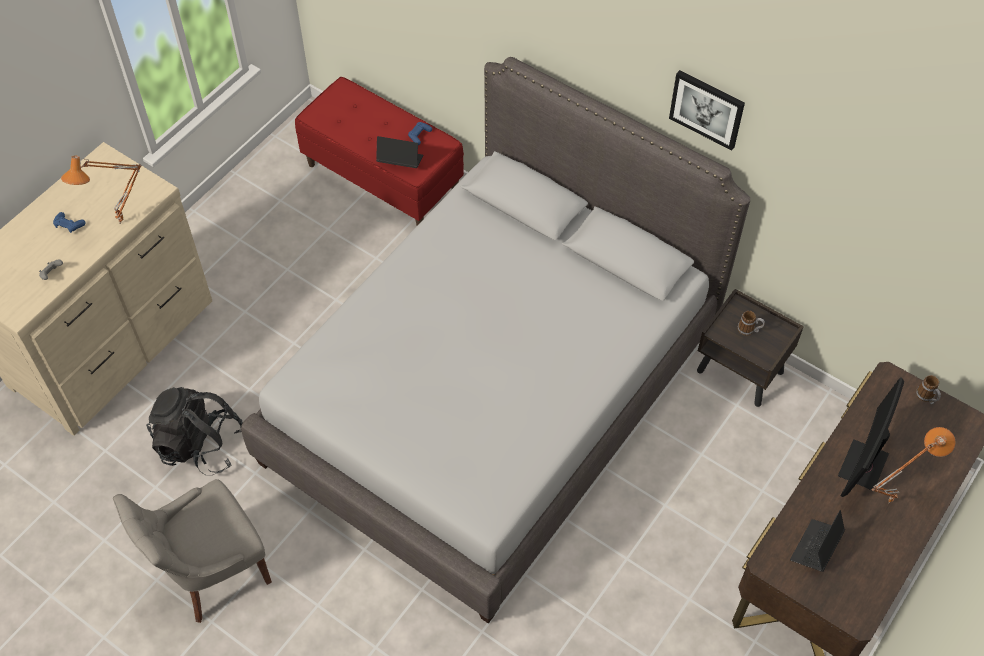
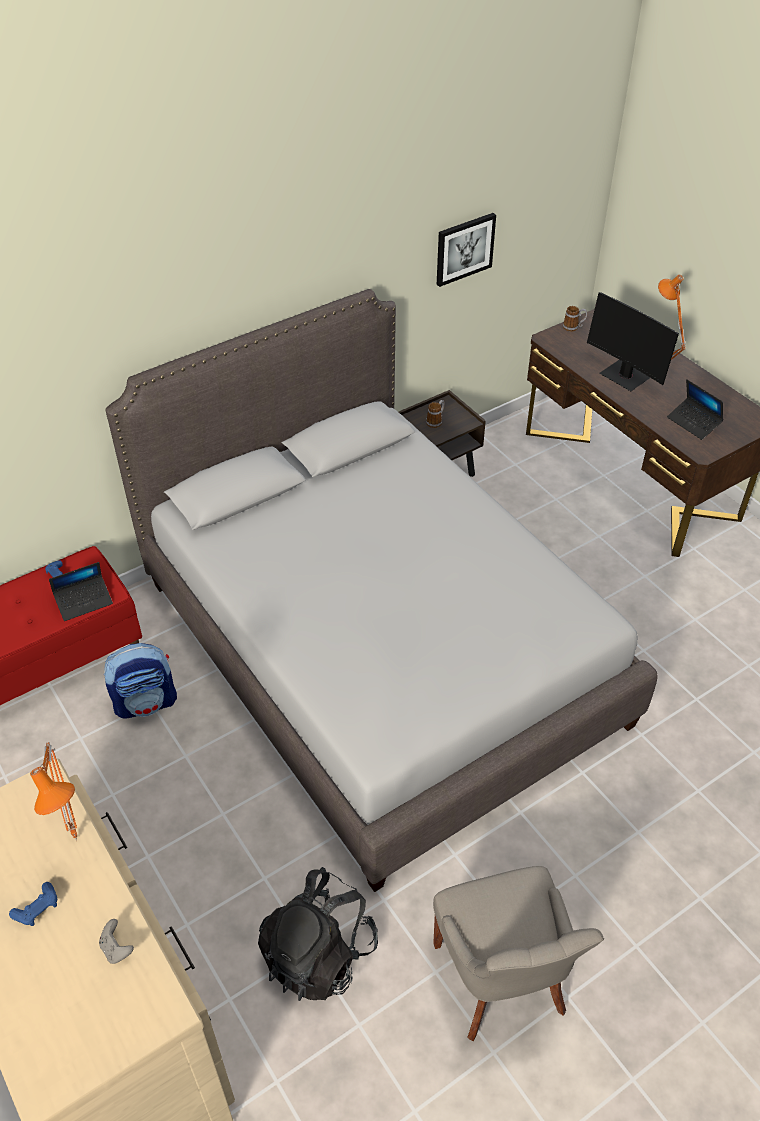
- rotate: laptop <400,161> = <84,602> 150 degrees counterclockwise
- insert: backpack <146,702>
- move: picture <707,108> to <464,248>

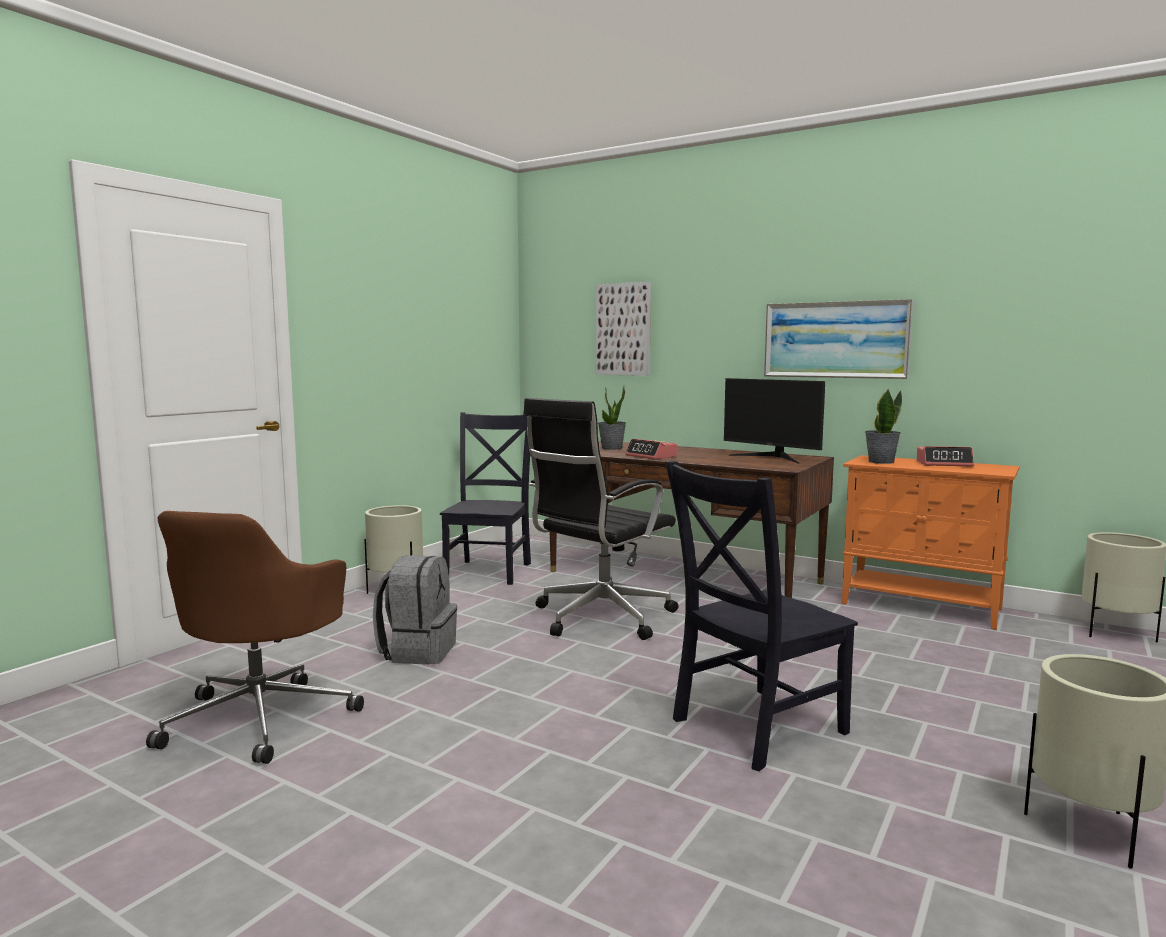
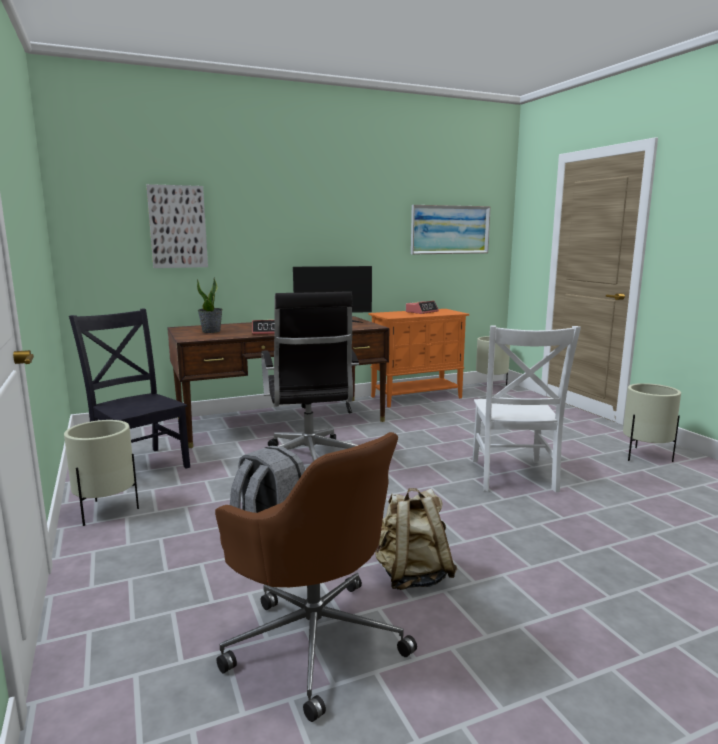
- insert: beige backpack <412,576>
- move: picture <835,340> to <450,229>
- recolor: black chair <753,728> to white chair <513,477>
- delete: potted plant <880,462>

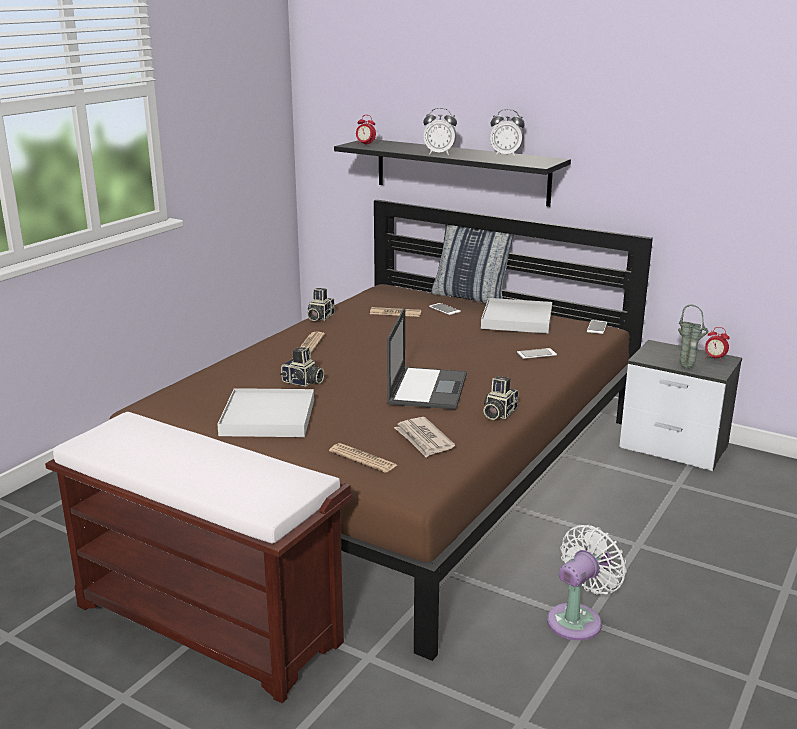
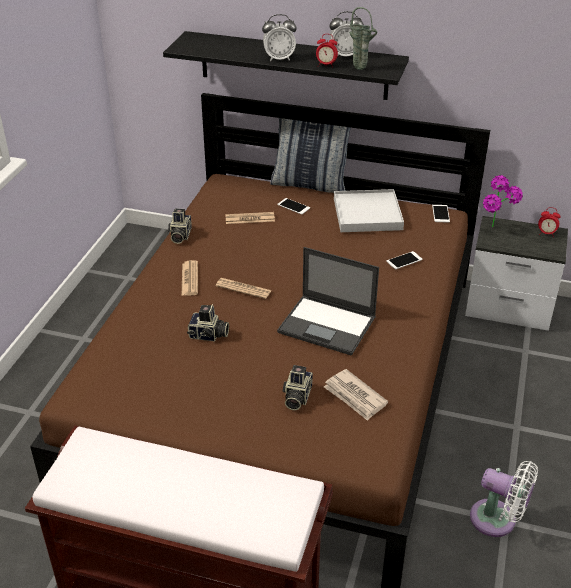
- move: newspaper <363,458> to <243,288>
- rotate: laptop <427,388> = <328,325> 120 degrees clockwise
- move: photo camera <498,413> to <296,397>
- move: alarm clock <365,145> to <326,65>
- move: green vase <688,368> to <361,69>
- rotate: white fan <578,619> = <497,520> 90 degrees clockwise
- insert: potted plant <496,230>
- delete: white tray <268,417>

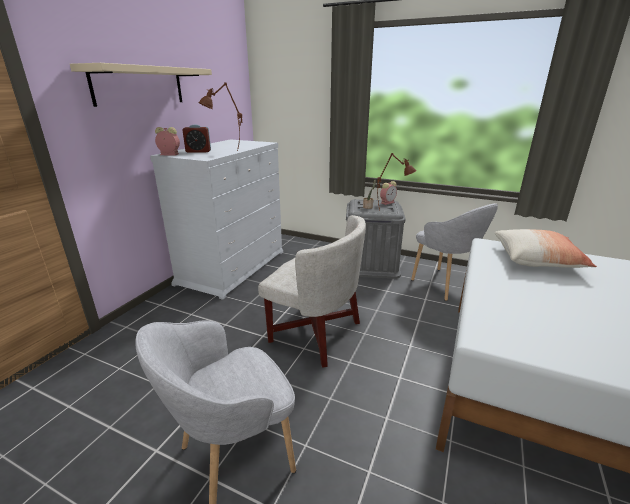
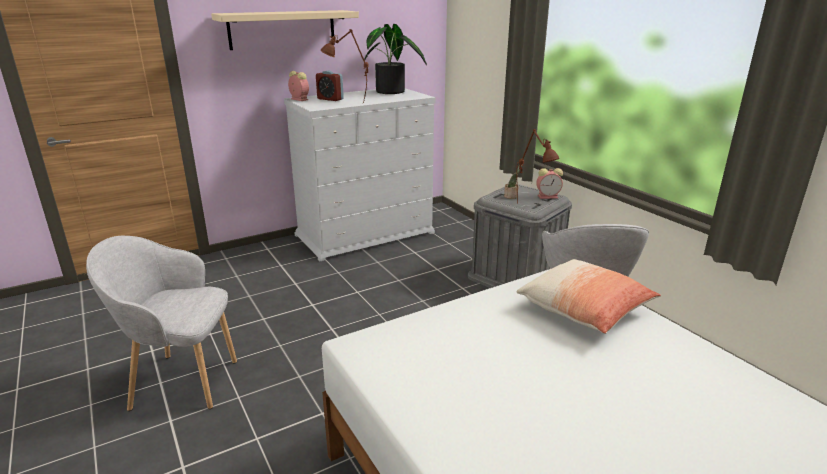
- insert: potted plant <392,92>
- delete: white armchair <315,333>

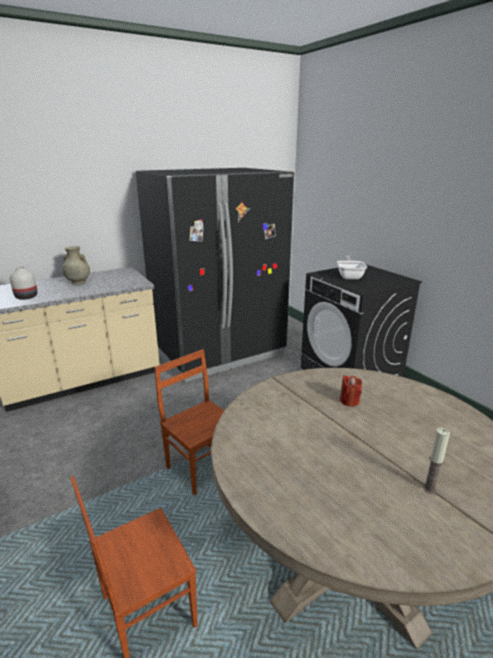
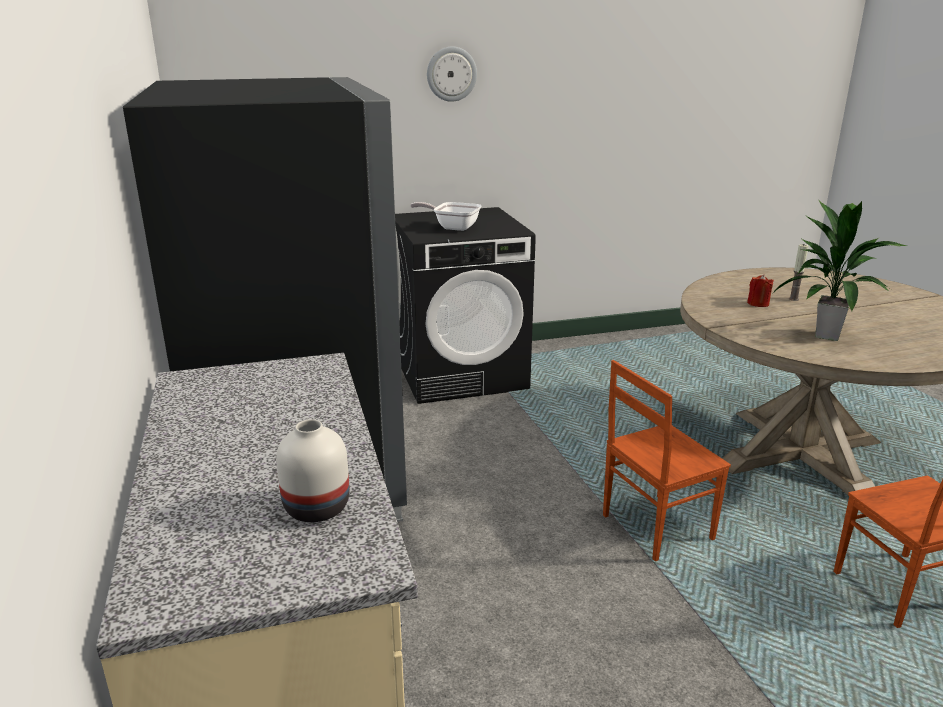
- insert: wall clock <451,74>
- insert: potted plant <828,335>
- move: candle <429,489> to <793,299>
- delete: beige vase <78,282>

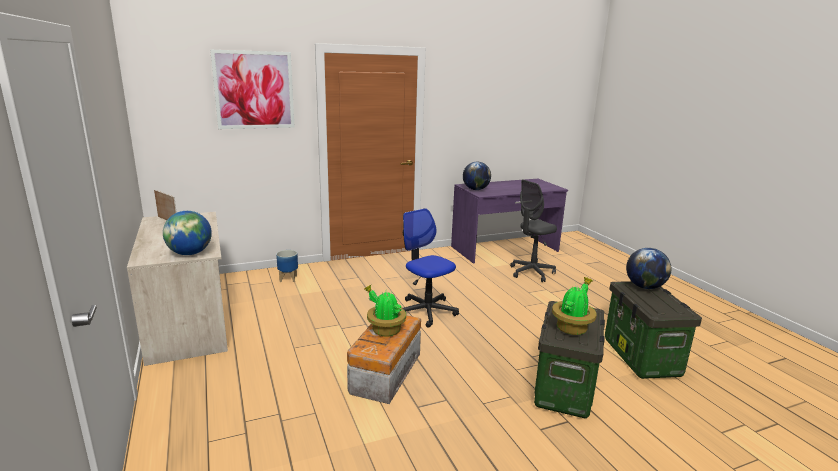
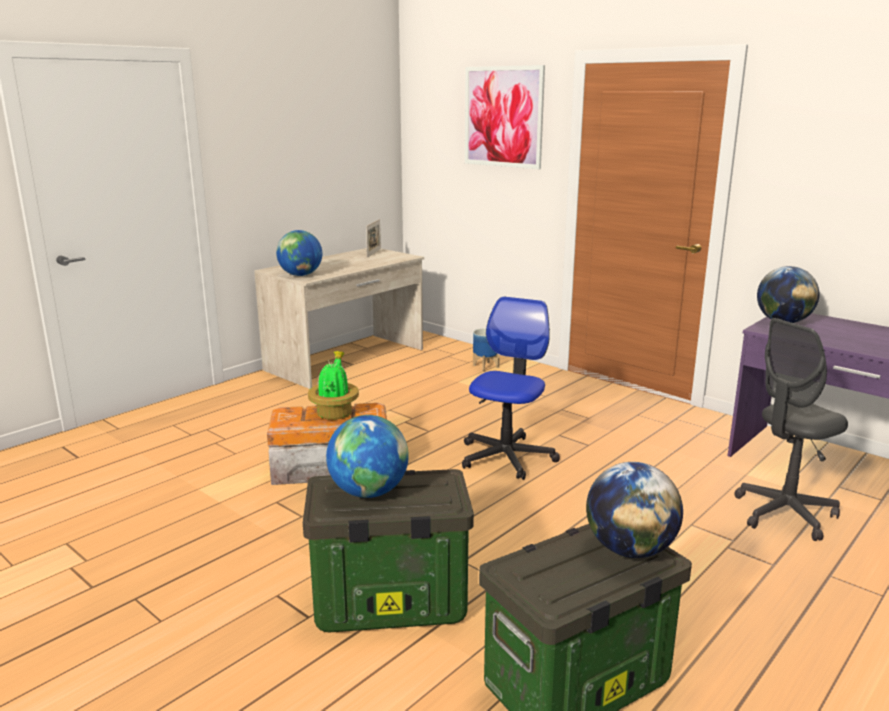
- replace: potted plant <572,328> to globe <368,492>
- rotate: grey office chair <531,273> = <784,514> 60 degrees counterclockwise

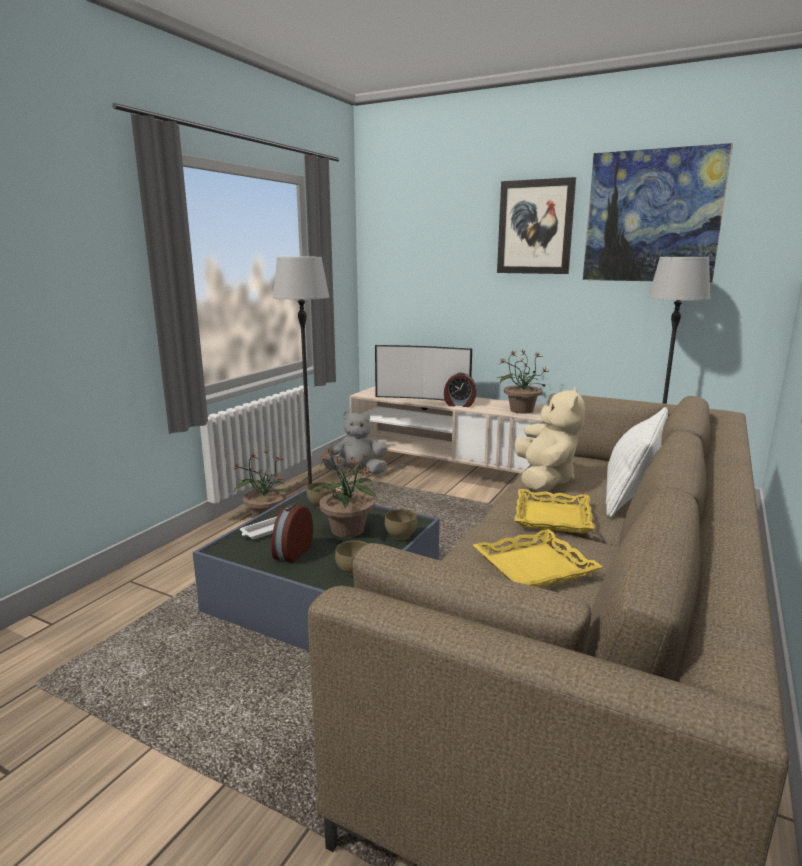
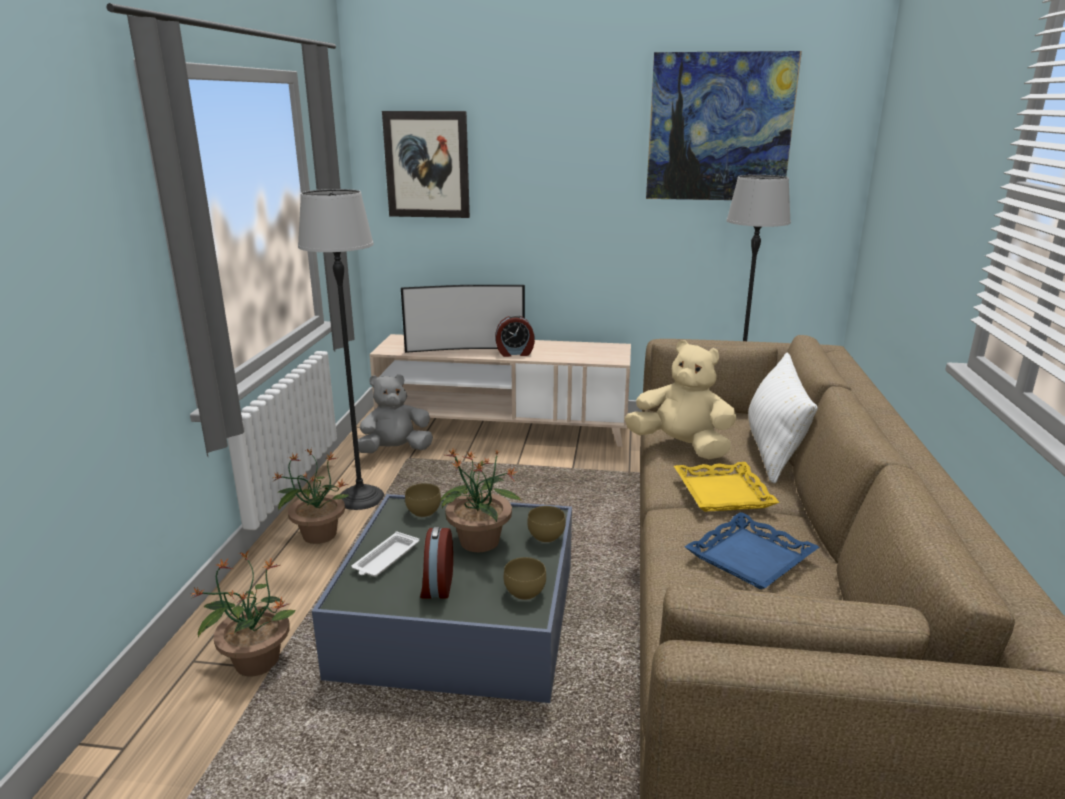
- move: potted plant <521,410> to <256,661>
- move: picture <535,227> to <427,165>
- rotate: beige plush toy <544,480> = <681,447> 45 degrees counterclockwise
- recolor: yellow tray <534,566> to blue tray <749,557>

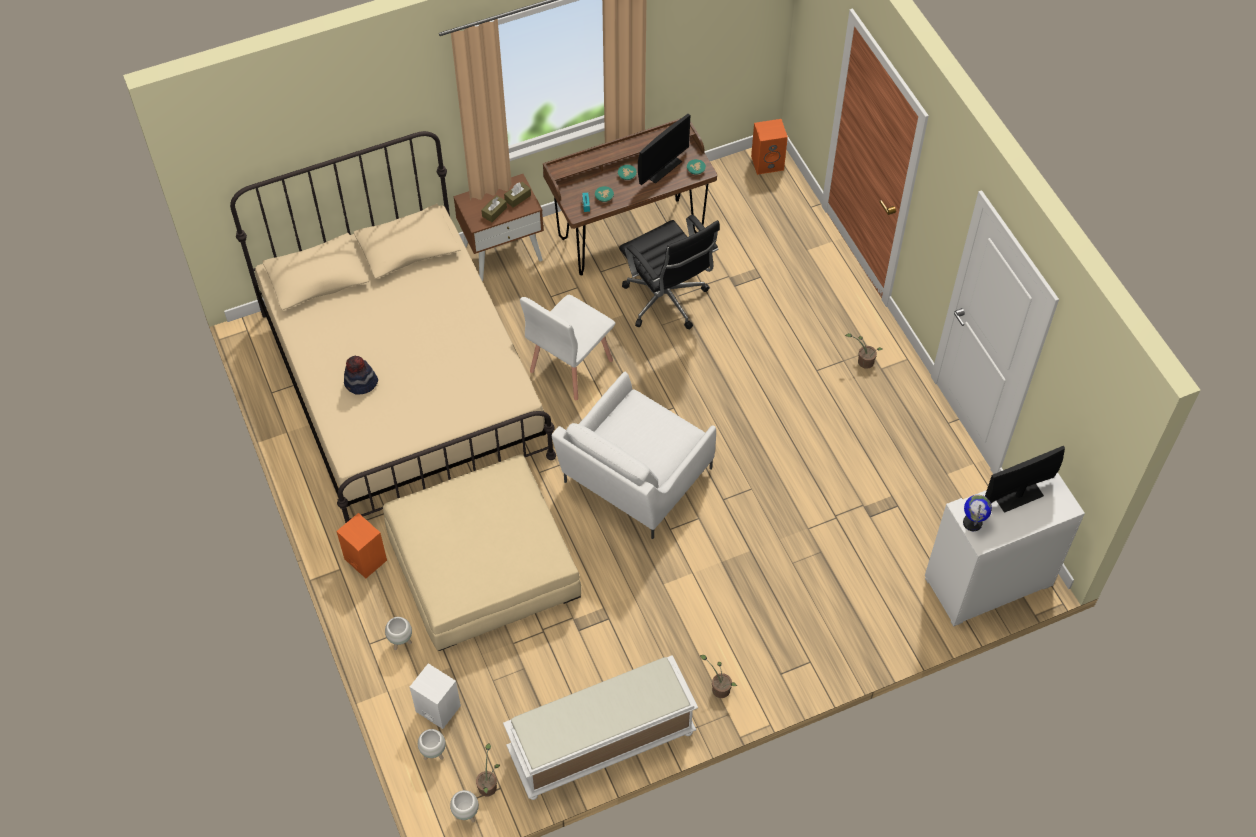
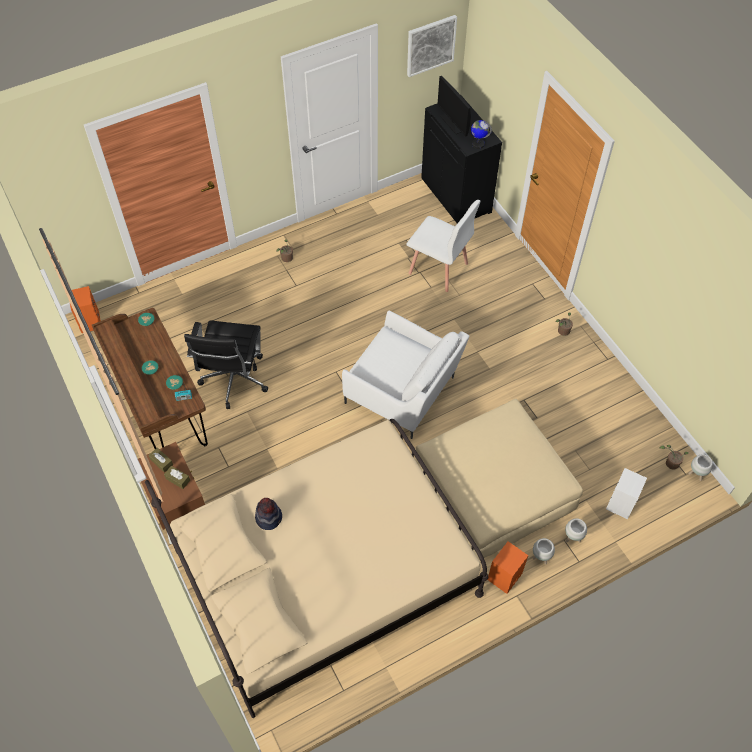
- rotate: black office chair <667,302> = <234,382> 135 degrees clockwise
- move: hat <361,383> to <269,517>
- move: white chair <570,366> to <438,269>
- insert: picture <430,45>
- recolor: white cabinet <988,582> to black cabinet <457,195>
- move: white planter <433,753> to <540,558>
- delete: white bench <601,744>
- delete: monitor <662,168>

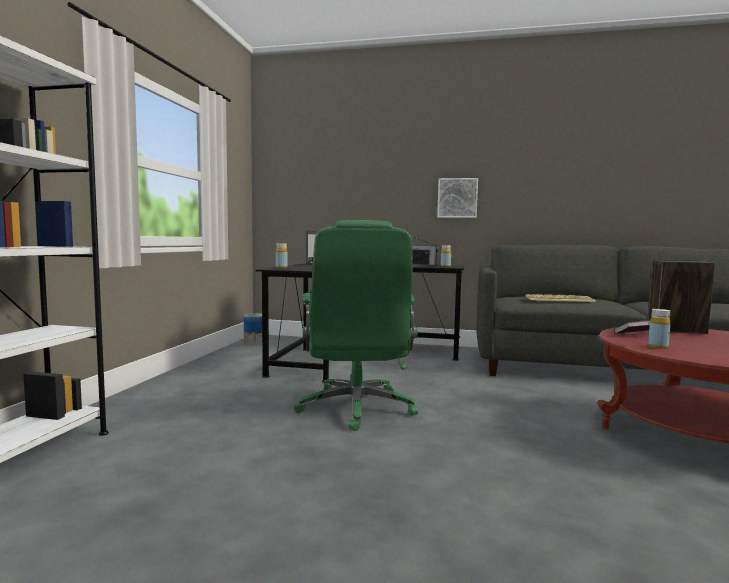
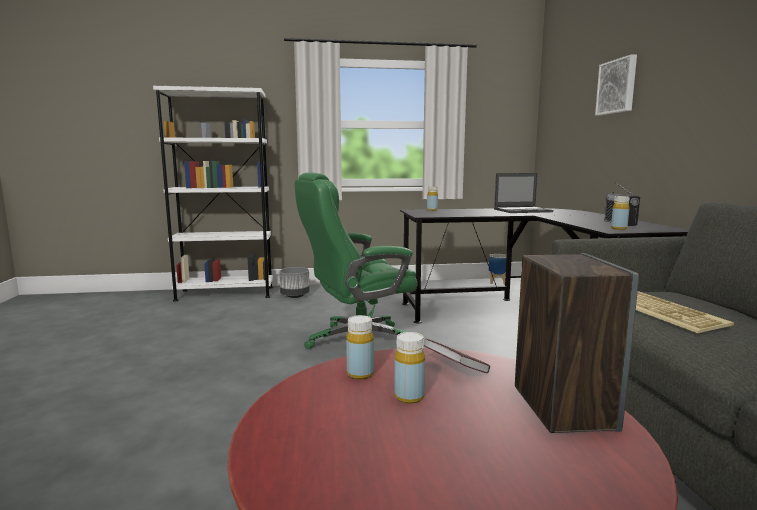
- insert: grey planter <295,296>
- insert: yellow bottle <409,397>
- move: picture <457,198> to <617,86>

